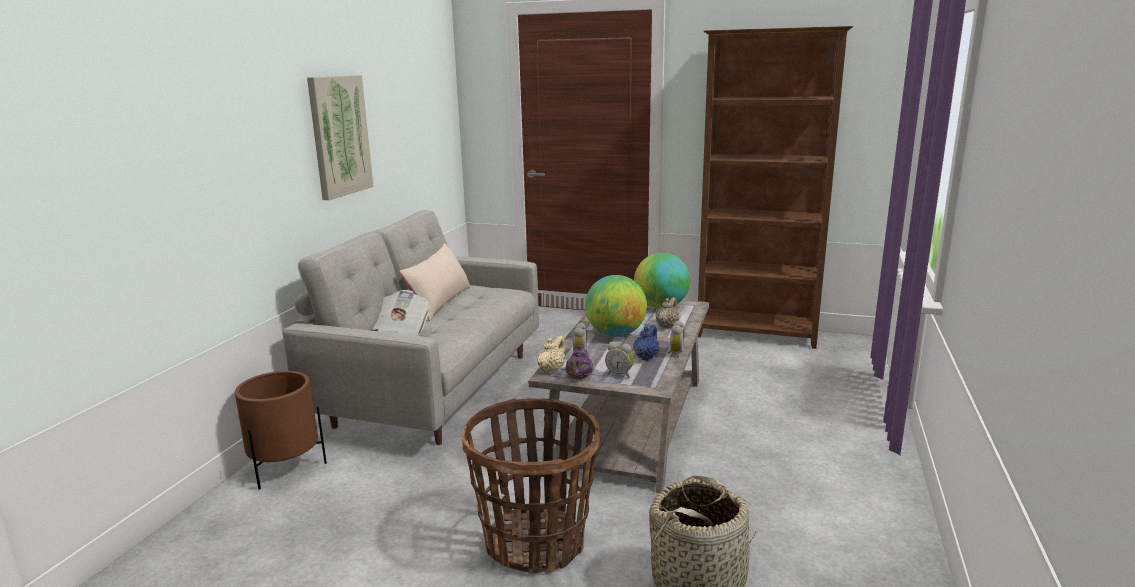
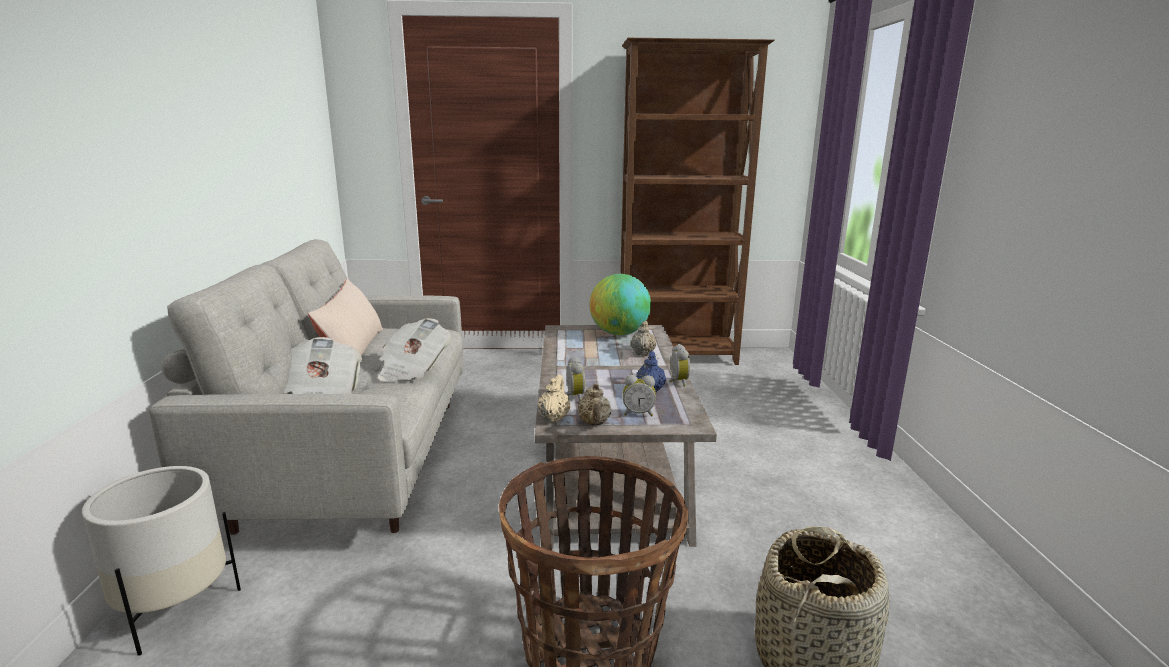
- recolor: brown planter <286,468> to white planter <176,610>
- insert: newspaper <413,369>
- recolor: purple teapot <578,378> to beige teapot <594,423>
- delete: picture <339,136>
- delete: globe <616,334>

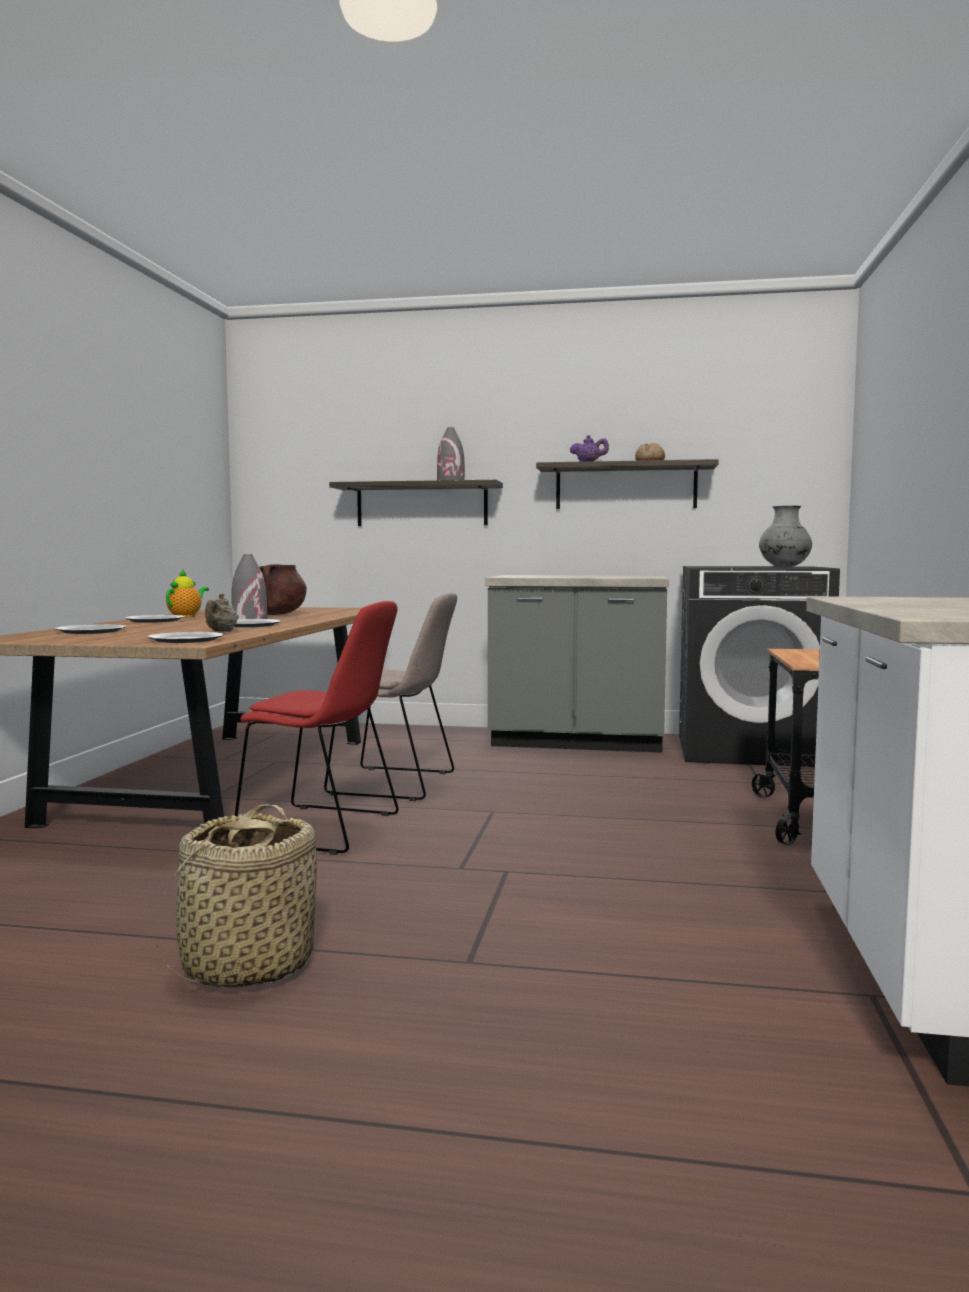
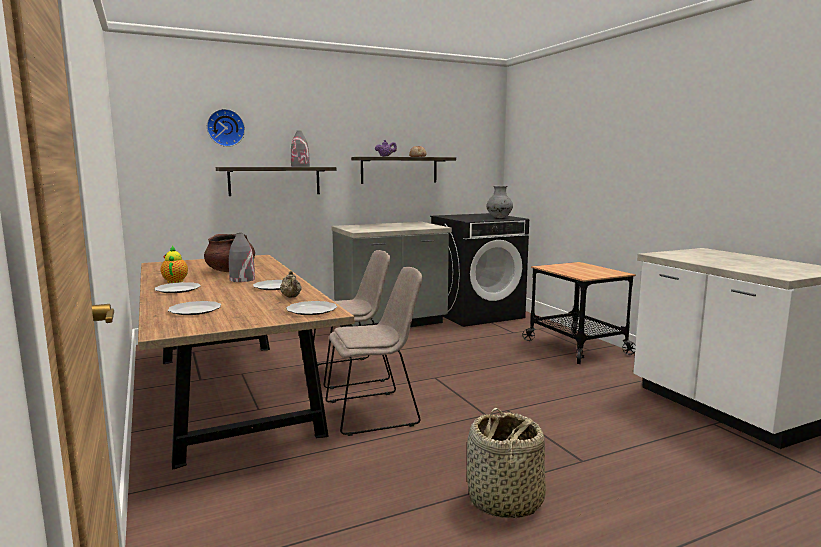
- insert: wall clock <225,128>
- recolor: red chair <325,830> to beige chair <375,412>

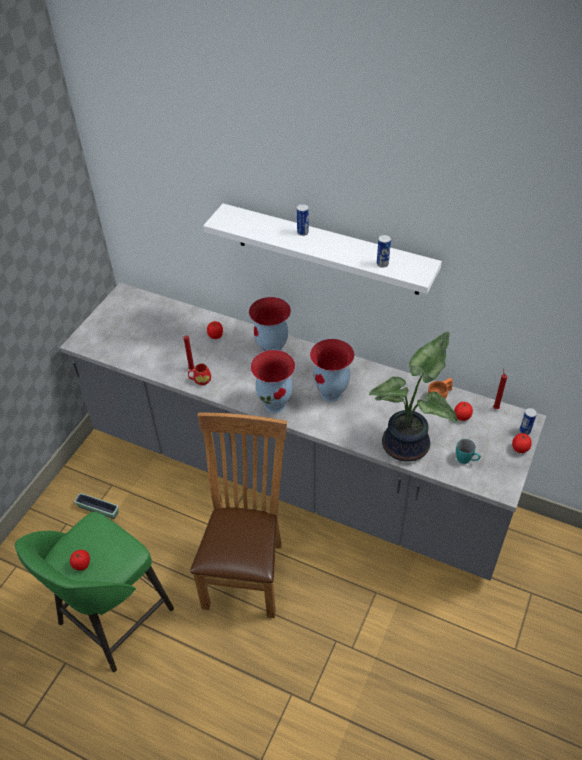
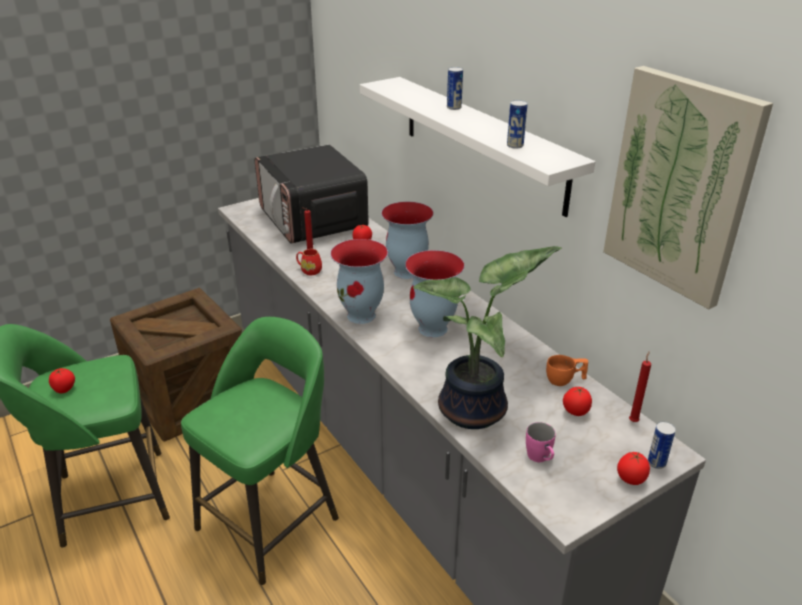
- replace: planter <98,510> to crate <190,398>
- replace: brown chair <246,570> to green stool <271,521>
- insert: microwave <313,220>
- recolor: turquoise mug <466,460> to pink mug <540,458>
- insert: picture <680,186>

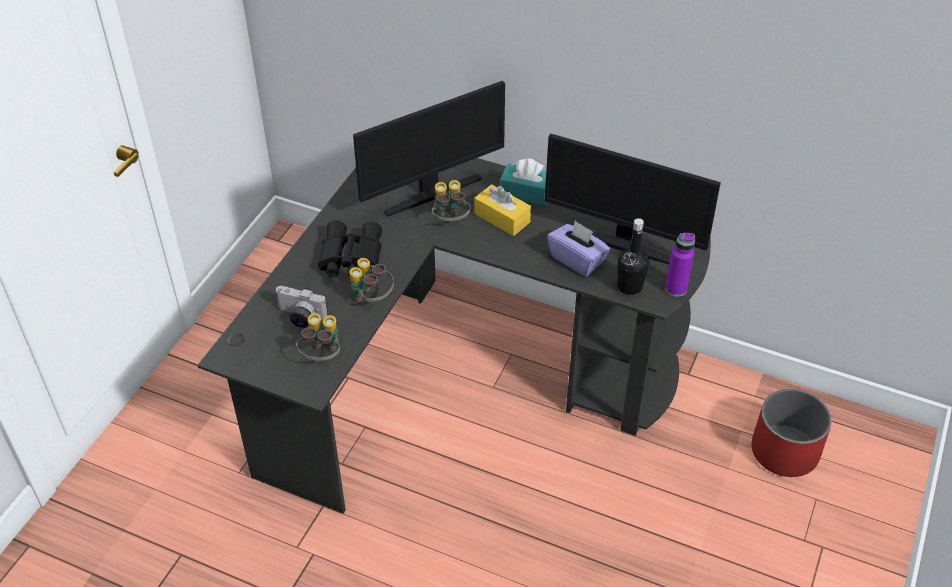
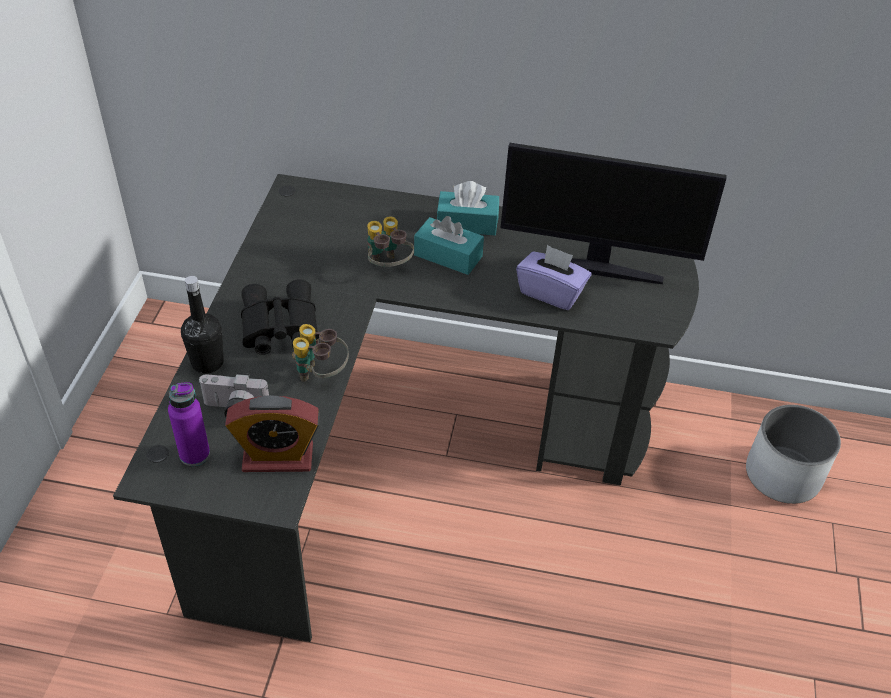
- move: purple bottle <676,289> to <194,454>
- move: black bottle <629,286> to <207,363>
- replace: binoculars <322,356> to alarm clock <278,457>
- recolor: yellow tissue box <502,218> to turquoise tissue box <448,256>
- recolor: red planter <785,451> to white planter <783,475>
- delete: monitor <431,193>

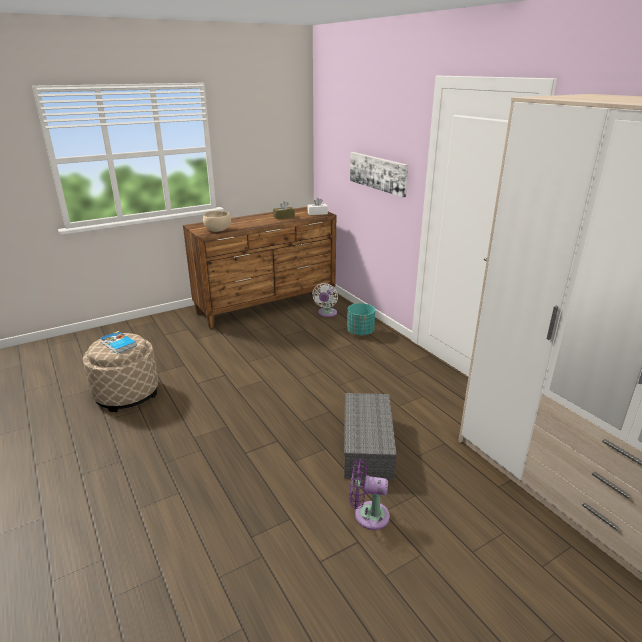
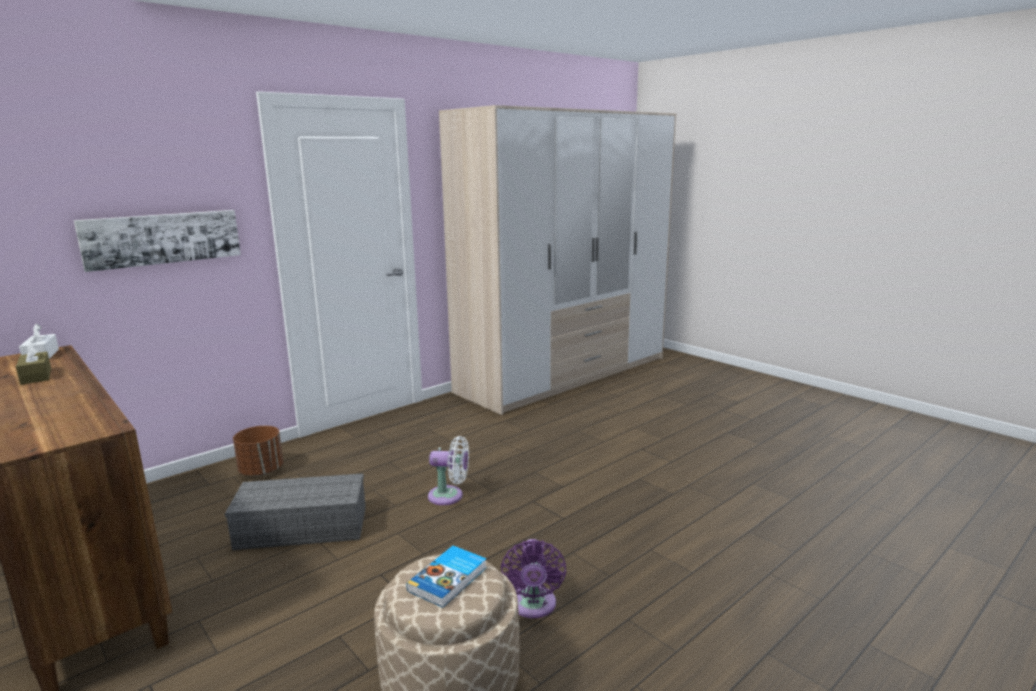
- move: grey storage box <368,447> to <304,526>
- recolor: turquoise planter <360,332> to brown planter <261,471>
- move: white fan <326,313> to <449,496>
- move: purple fan <367,515> to <533,606>
- delete: beige bowl <218,230>

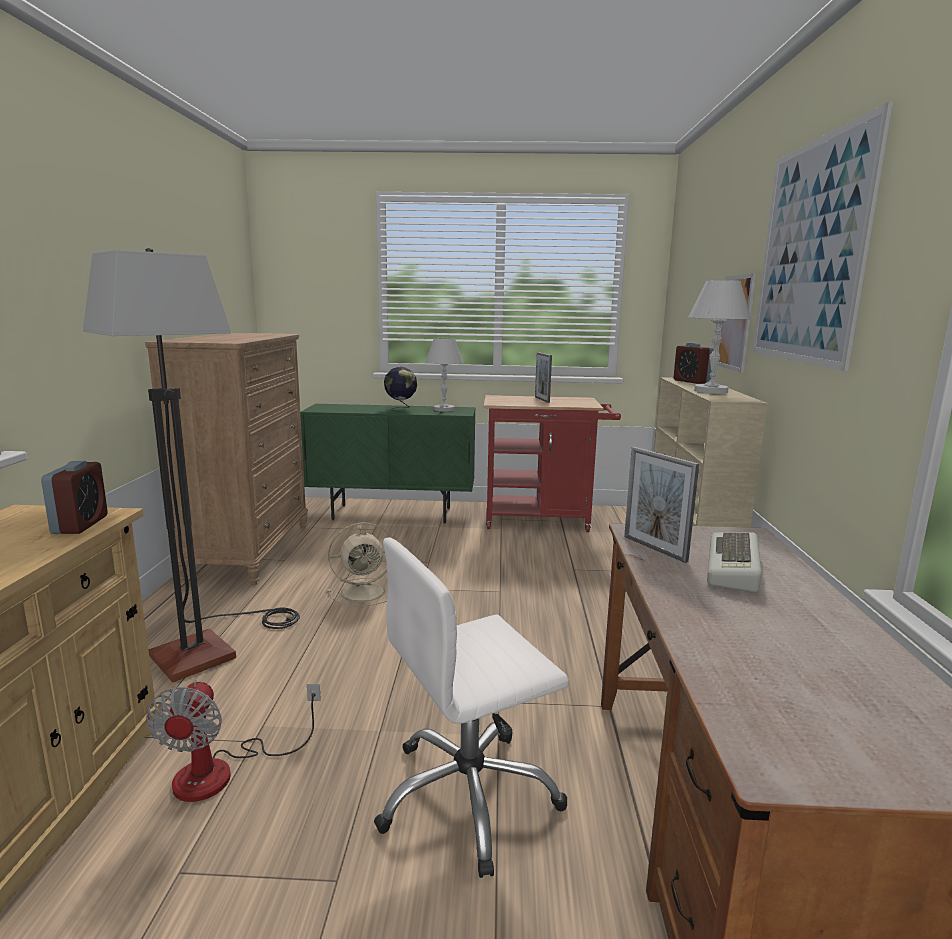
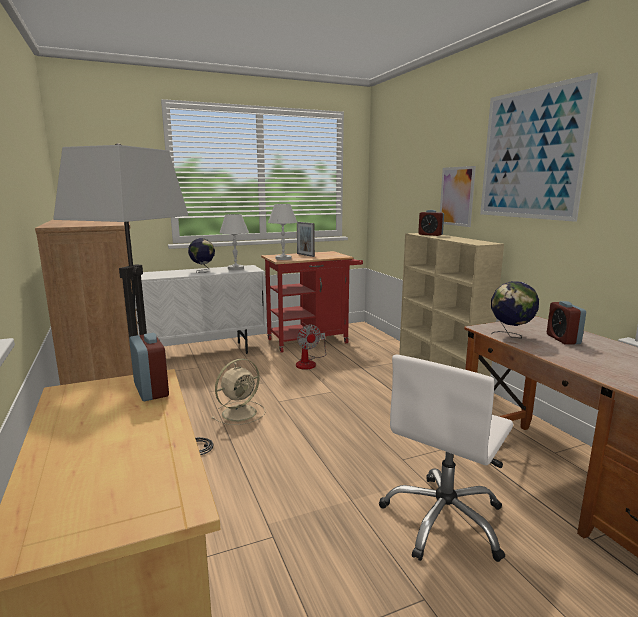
- recolor: green cabinet <393,514> to white cabinet <201,353>
- move: white table lamp <711,391> to <283,258>
- move: fan <223,771> to <309,363>
- replace: picture frame <654,549> to globe <511,336>
- replace: keyboard <735,569> to alarm clock <563,339>

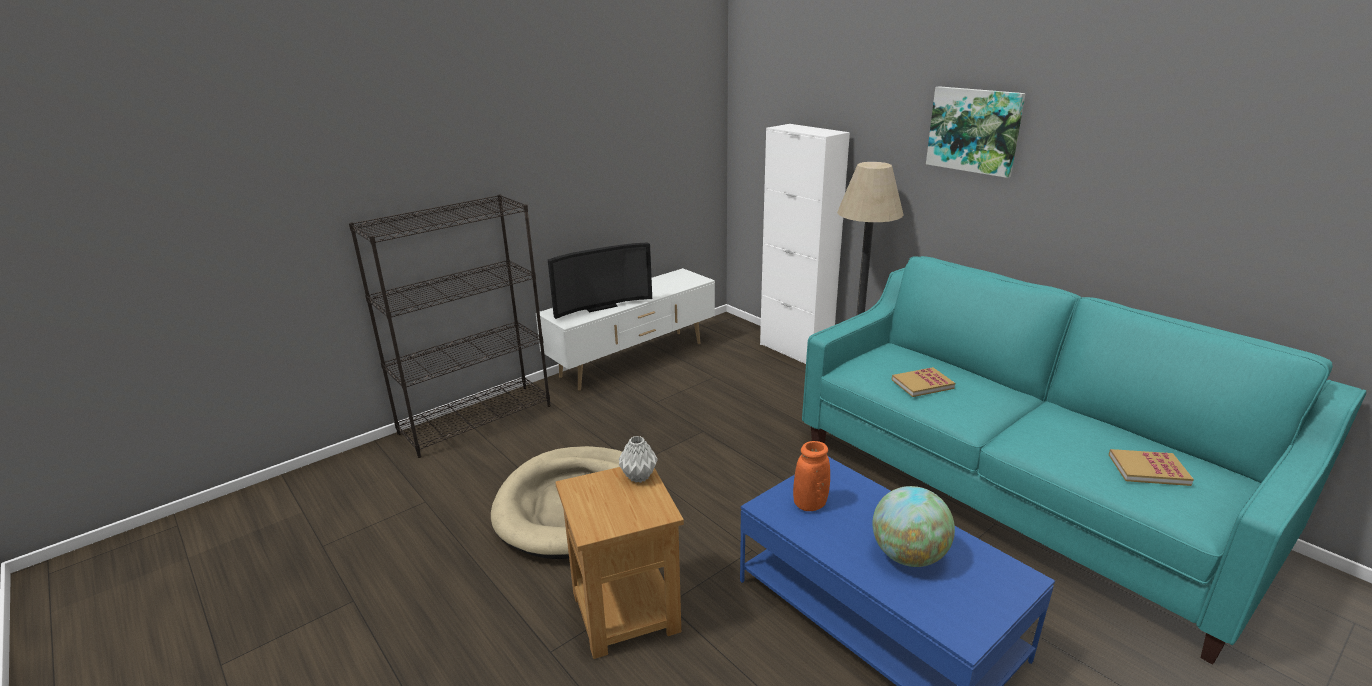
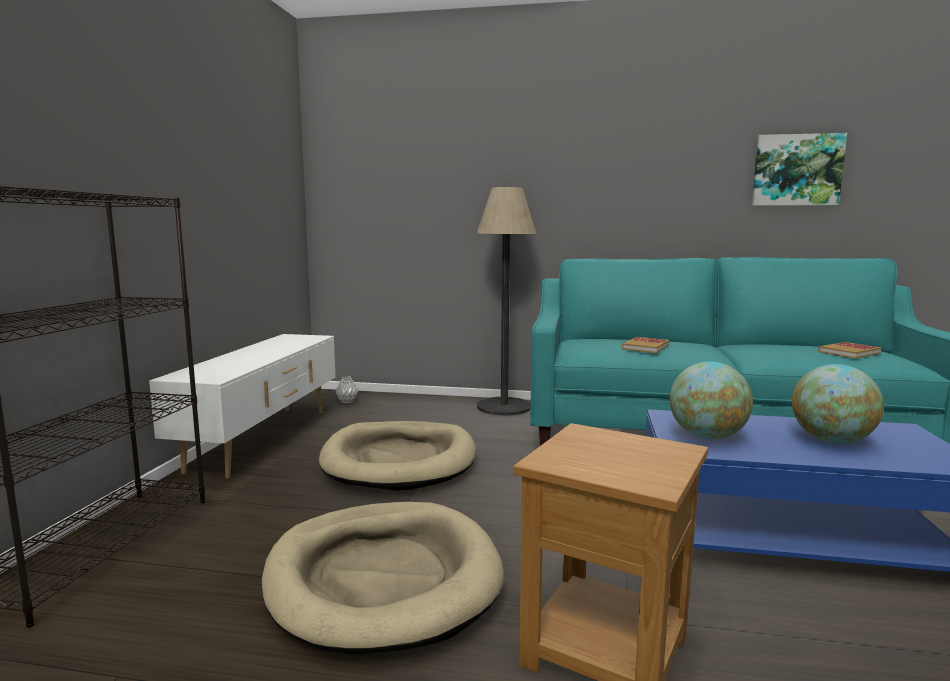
- insert: beige dog bed <399,460>
- move: grey vase <638,477> to <347,402>
- replace: orange vase <810,504> to globe <707,437>
- move: picture <974,130> to <797,170>
- delete: television <599,306>
- delete: white cabinet <795,351>

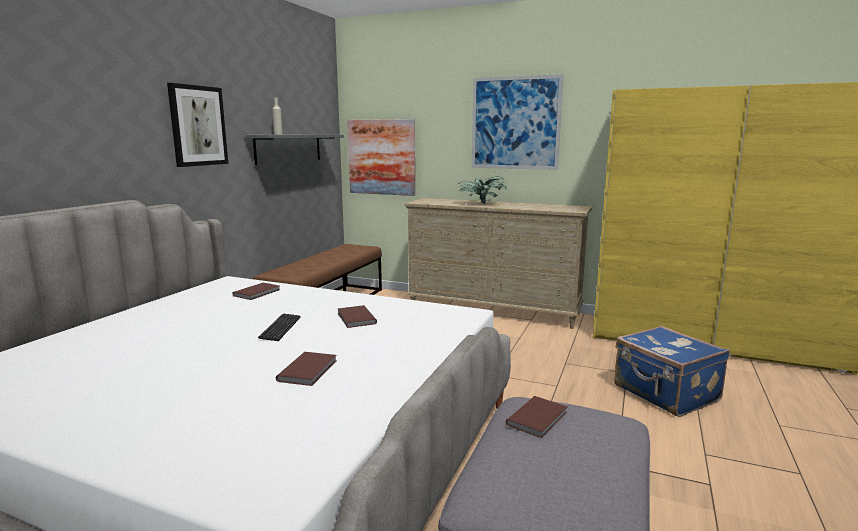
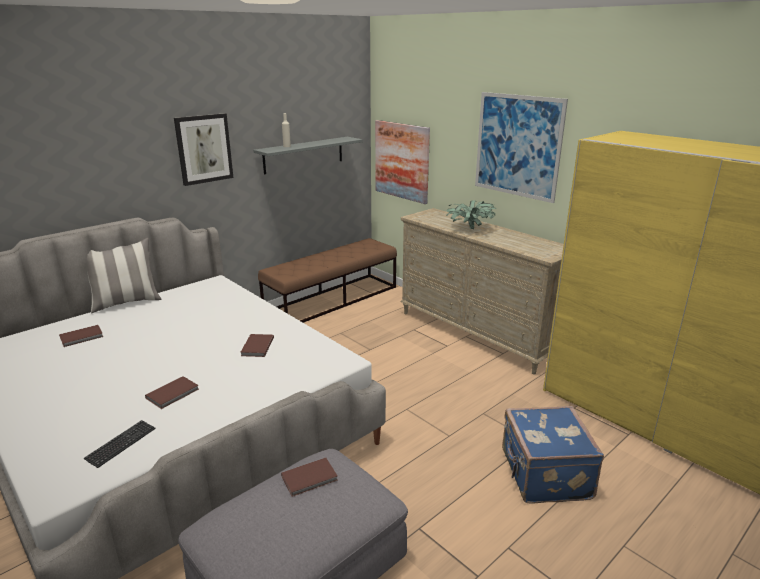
- move: brown book <258,293> to <82,337>
- move: keyboard <280,328> to <121,444>
- insert: pillow <126,302>

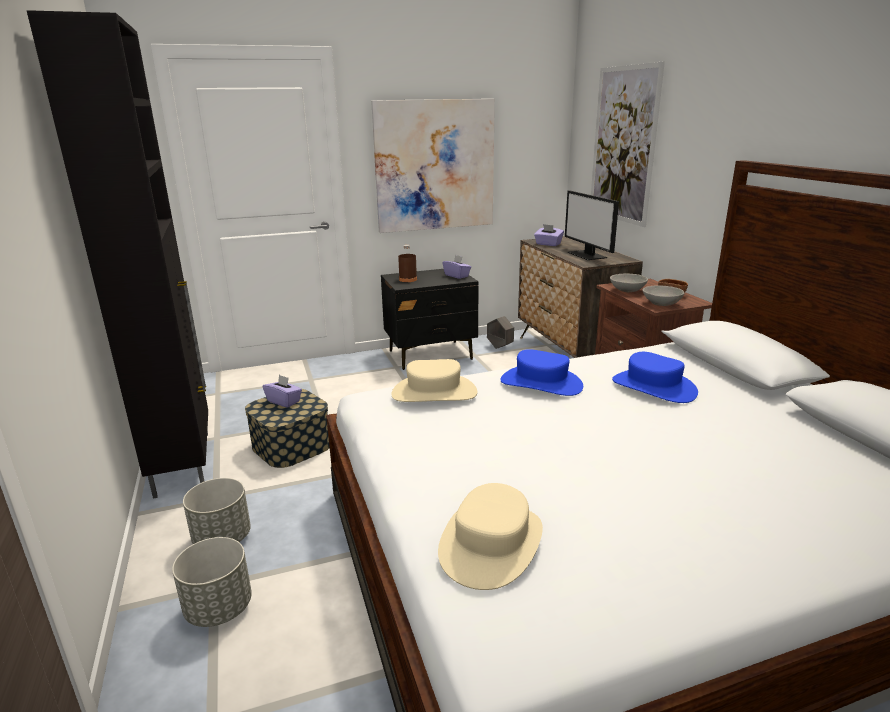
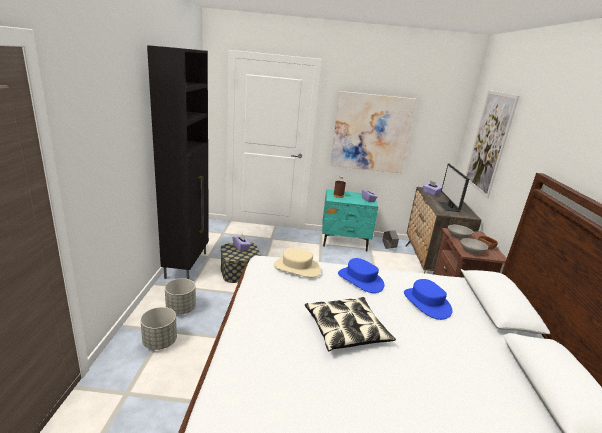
- insert: pillow <346,330>
- recolor: black nightstand <431,355> to turquoise nightstand <344,242>
- delete: beige hat <491,543>

